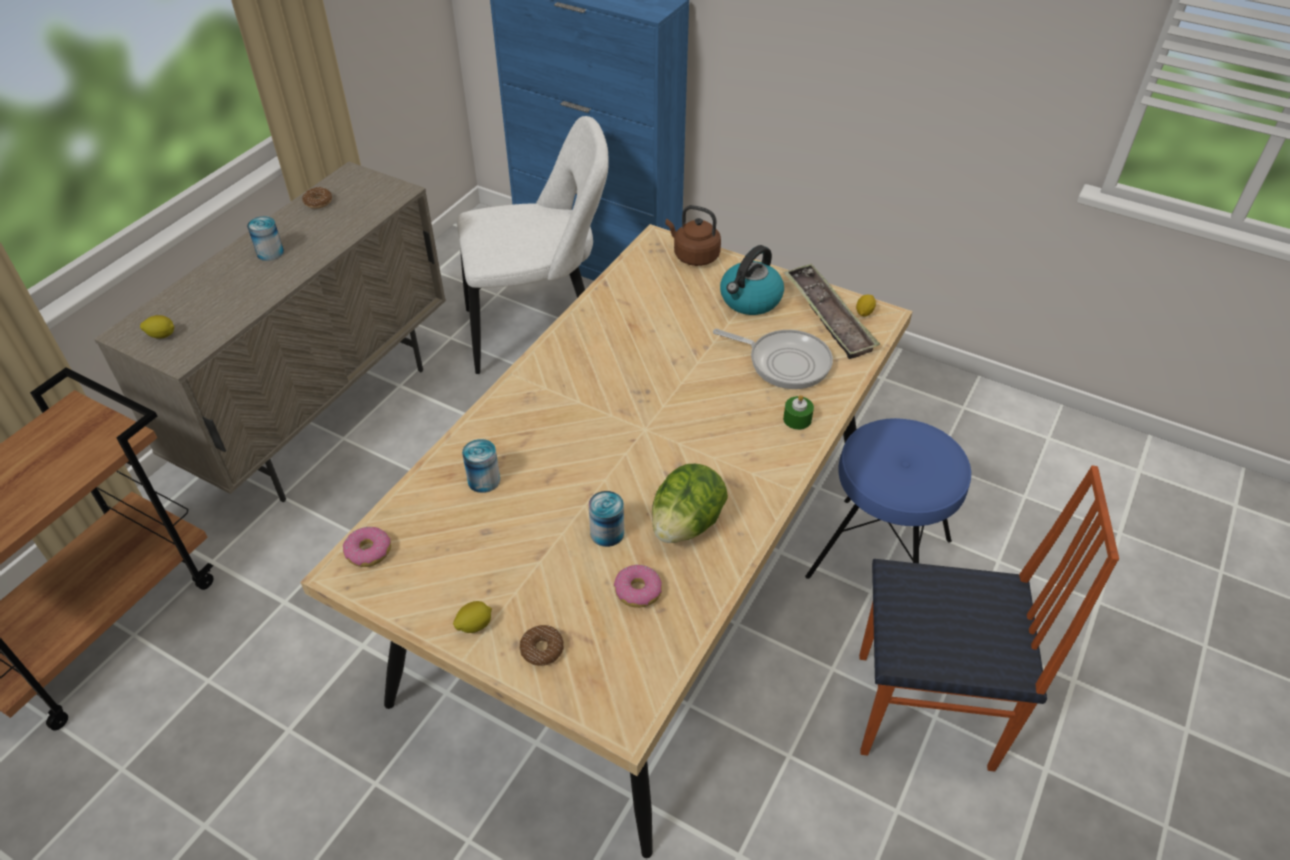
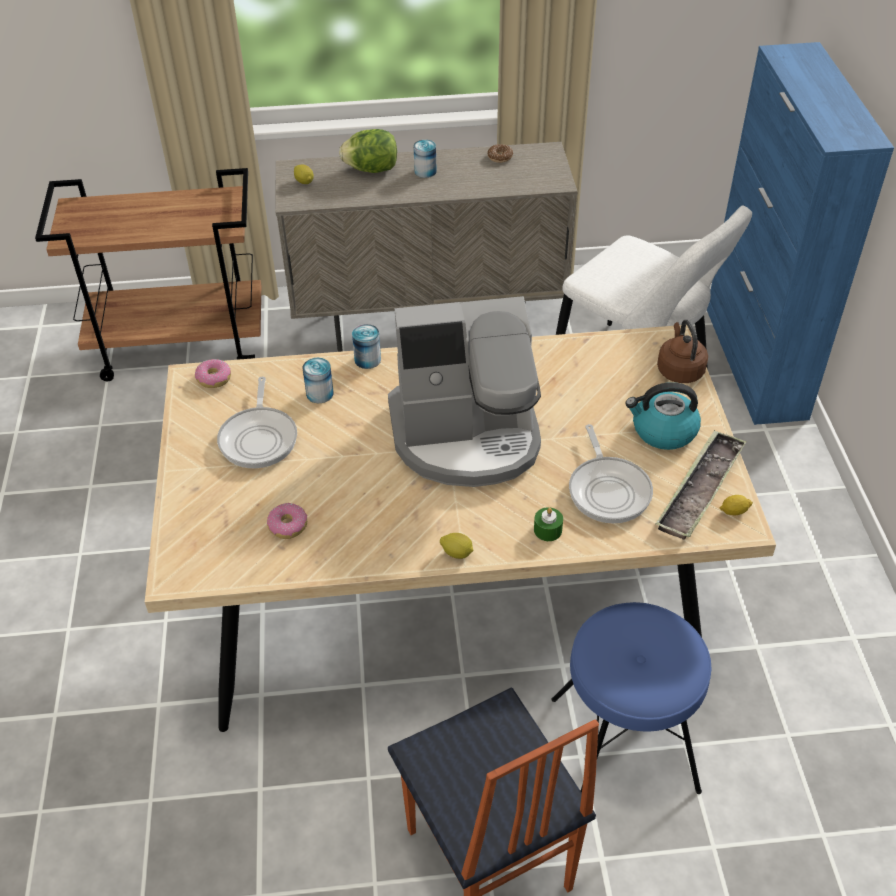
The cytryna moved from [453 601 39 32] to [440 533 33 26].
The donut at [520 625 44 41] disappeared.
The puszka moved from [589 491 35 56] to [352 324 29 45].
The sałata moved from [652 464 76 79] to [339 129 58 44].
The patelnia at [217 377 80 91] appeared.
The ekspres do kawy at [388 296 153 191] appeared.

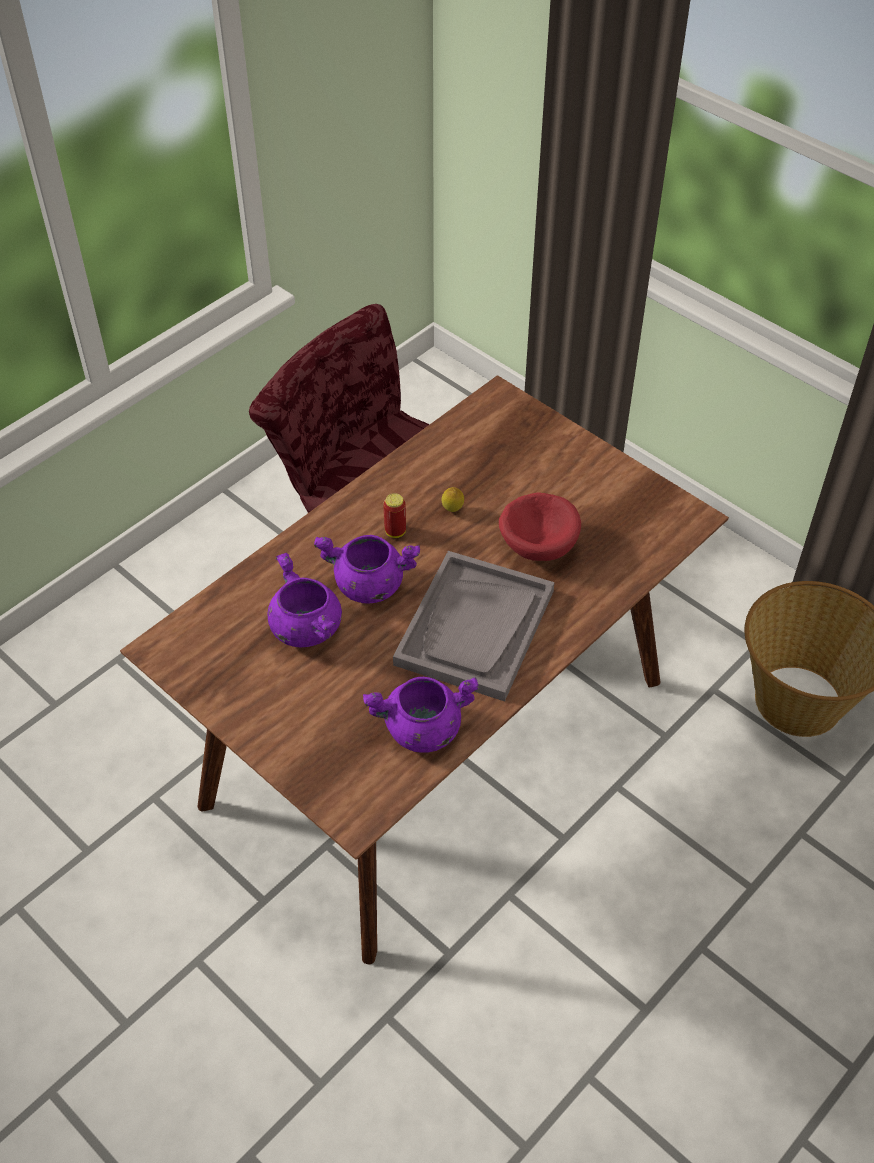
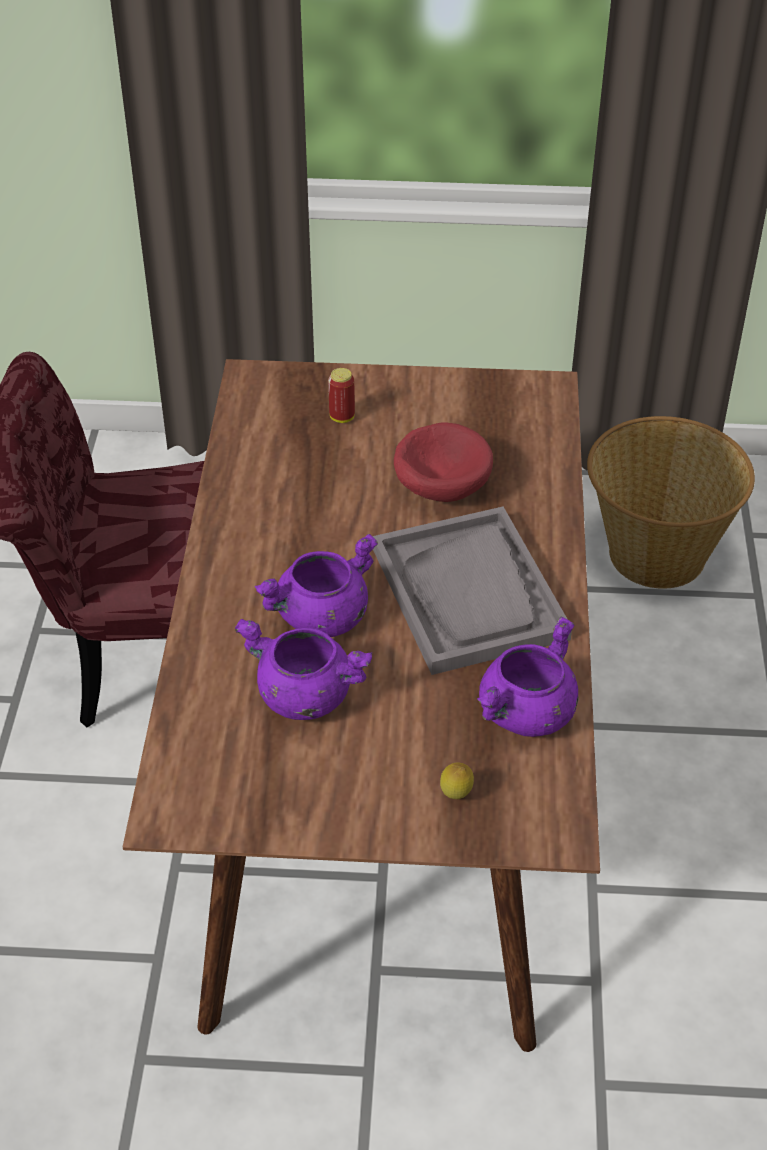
The puszka moved from [383 493 23 45] to [328 368 27 55].
The cytryna moved from [442 487 22 25] to [440 762 34 37].

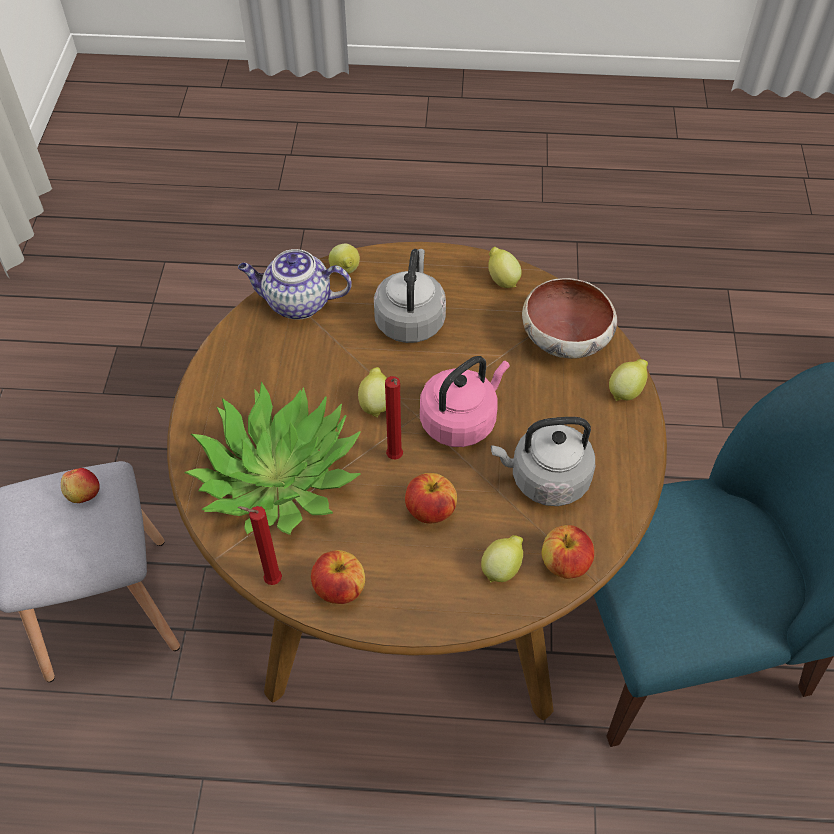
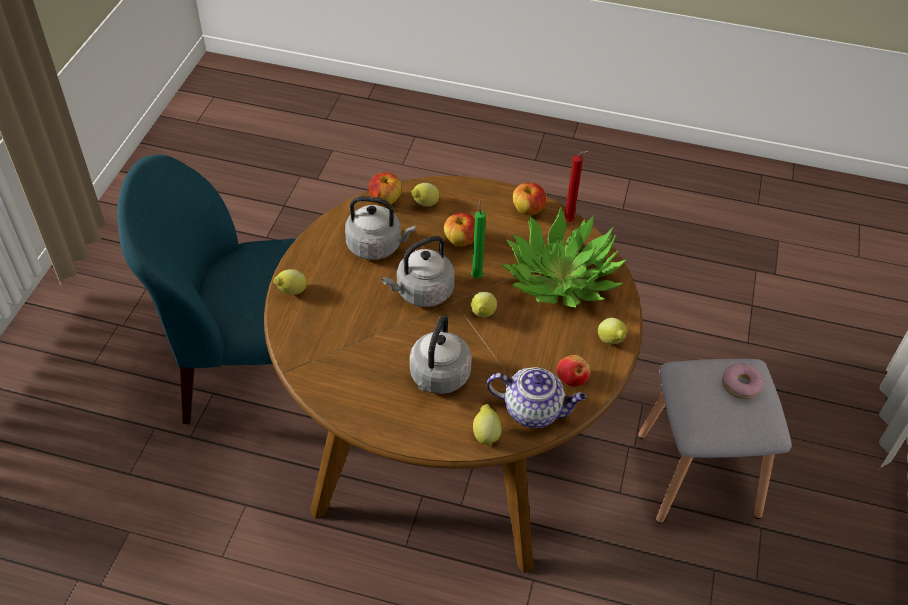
The jabłko moved from [61 468 39 35] to [557 355 33 32].
The świeca (czerwony) at [385 376 18 83] became the świeca (zielony) at [471 199 15 79].
The czajnik (różowy) at [420 356 90 91] became the czajnik (szary) at [382 236 73 71].
The cytryna moved from [488 247 34 41] to [598 318 29 26].
The miska at [522 278 95 81] disappeared.
The donut at [722 364 42 35] appeared.

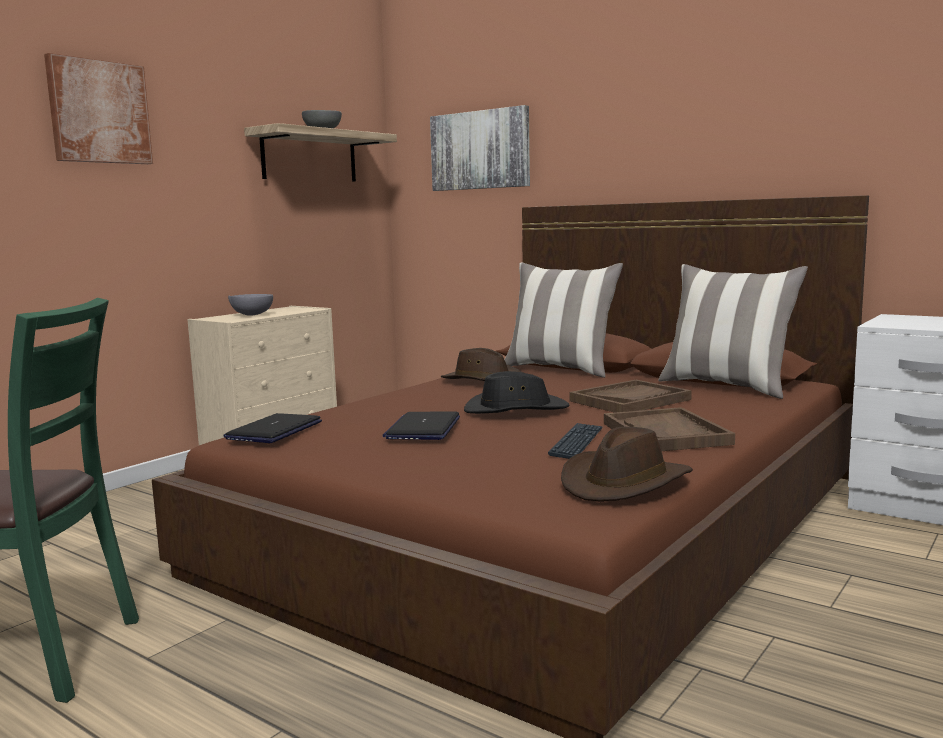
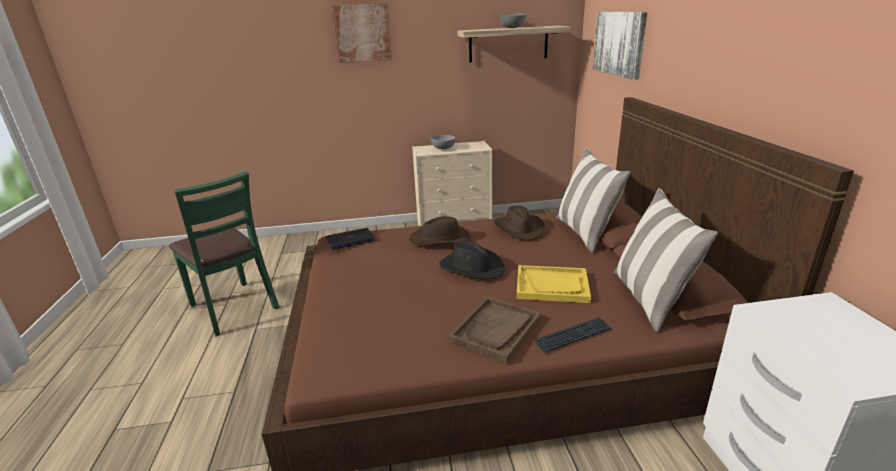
The laptop at [383 411 77 29] disappeared.
The klawiatura moved from [548 423 55 36] to [534 317 78 36].
The kapelusz (brązowy) moved from [561 427 132 74] to [409 216 61 29].
The taca (brązowy) at [569 380 123 33] became the taca (żółty) at [516 265 75 38].

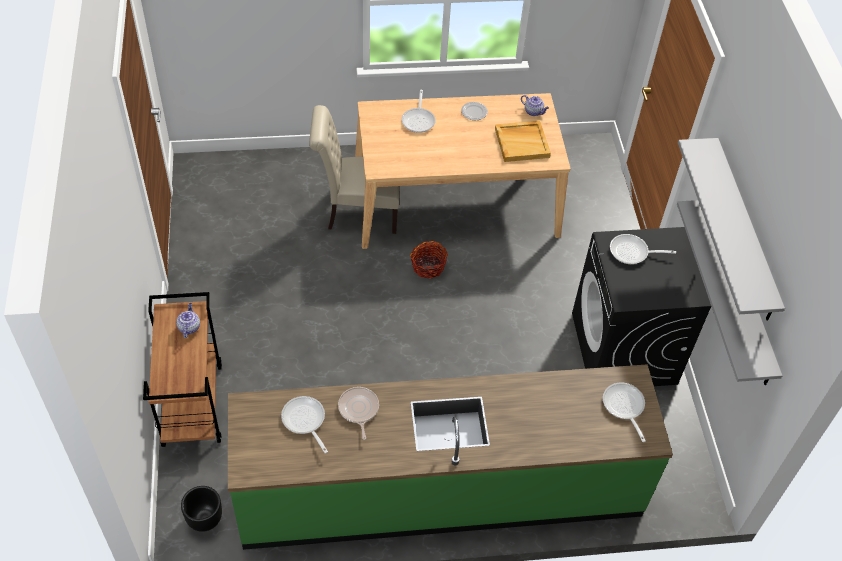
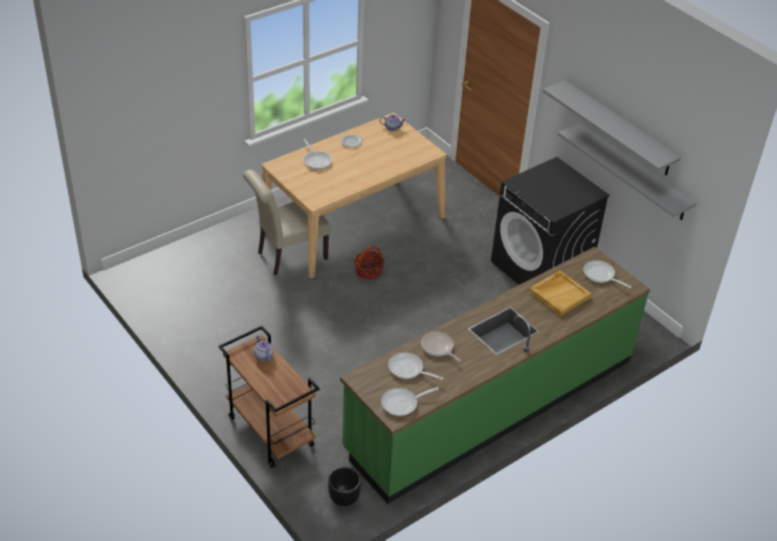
The taca (beżowy) moved from [495 121 56 41] to [529 270 63 46].
The patelnia moved from [610 234 66 30] to [381 387 58 29].

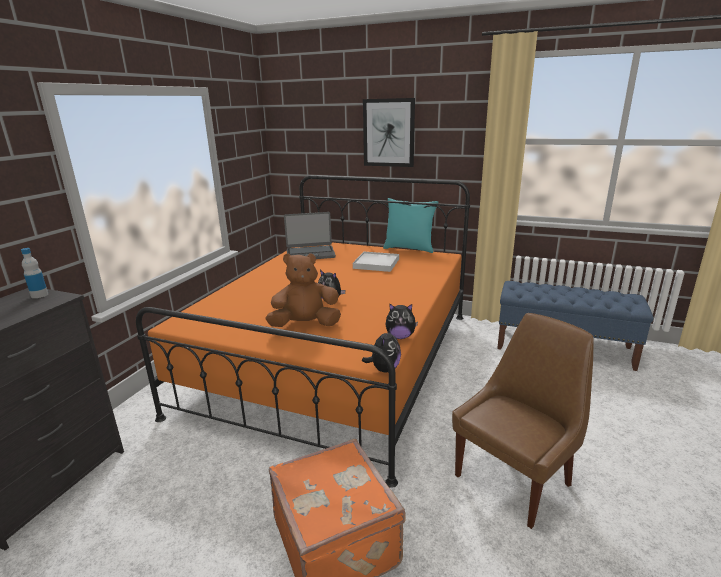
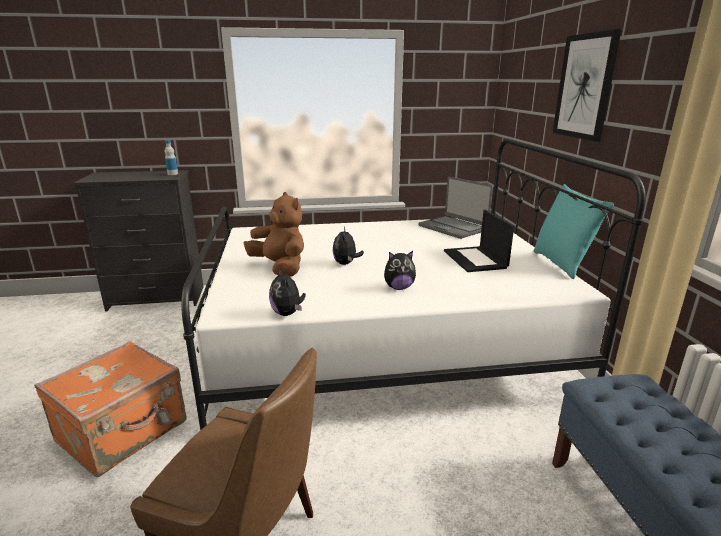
The łóżko (pomarańczowy) at [136 175 334 313] became the łóżko (biały) at [181 139 465 291].
The taca (biały) at [353 252 46 20] was replaced by the laptop at [444 210 70 62].
The pluszak moved from [362 326 39 47] to [384 251 32 39].

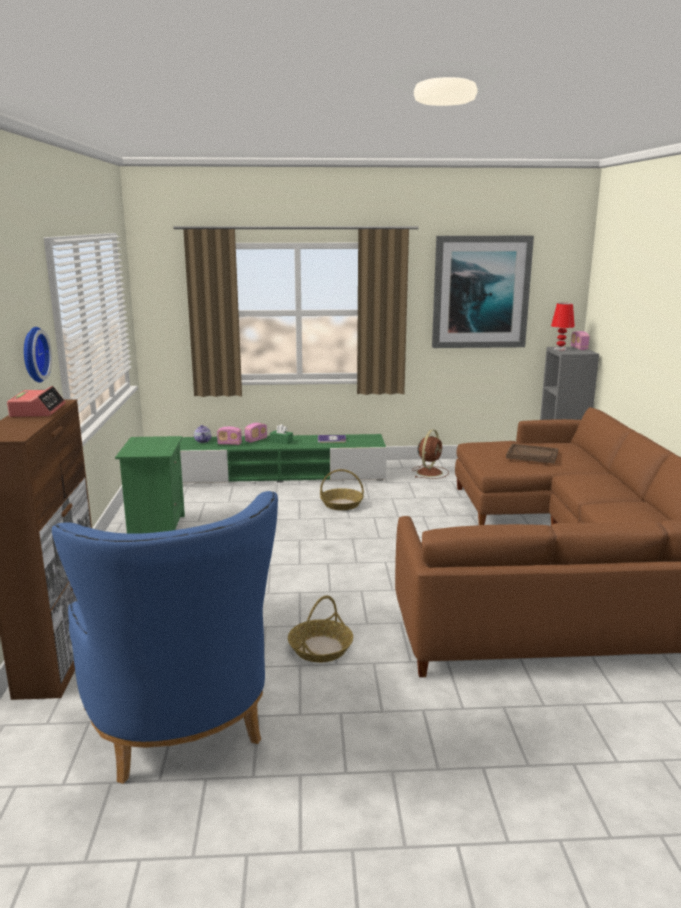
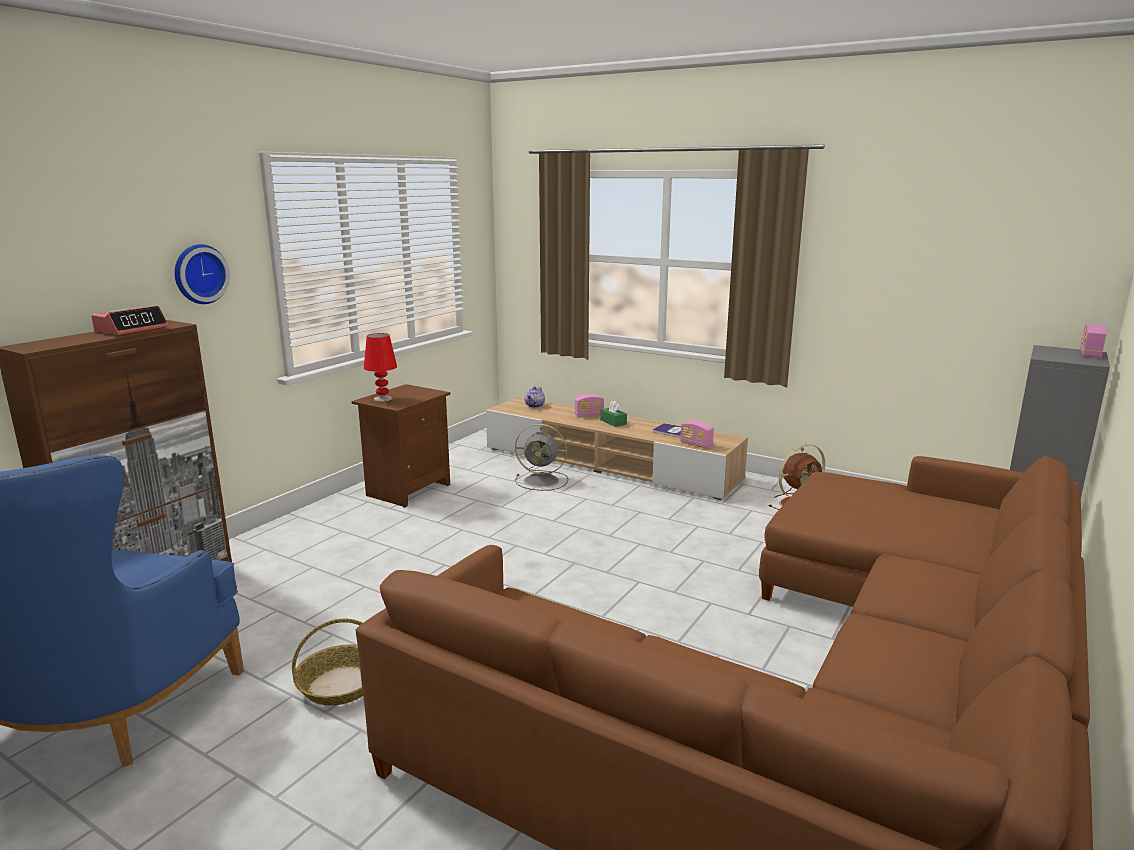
The szafka nocna (zielony) at [115 436 70 98] became the szafka nocna (brązowy) at [352 384 98 124].
The szafka pod telewizor (zielony) at [180 434 206 49] became the szafka pod telewizor (beżowy) at [486 397 262 103].
The radio moved from [217 427 25 18] to [680 420 34 29].
The koszyk at [320 469 44 41] disappeared.
The obraz at [432 236 102 112] disappeared.
The taca (brązowy) at [506 444 52 20] disappeared.
The lampa stołowa (czerwony) moved from [551 303 24 47] to [364 333 33 69].
The wentylator (szary) at [515 424 53 67] appeared.

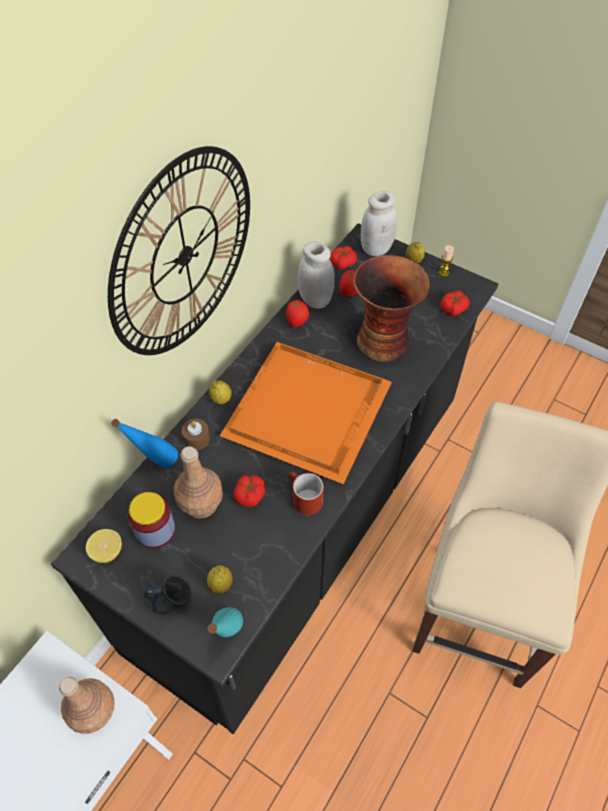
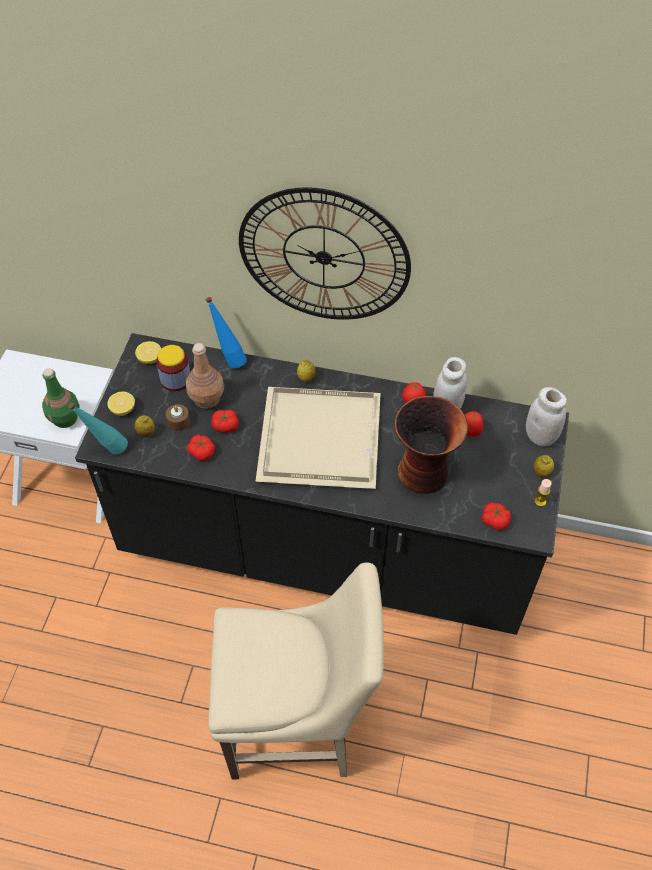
The butelka (brązowy) at [59 677 56 57] became the butelka (zielony) at [42 368 37 60].
The kubek (niebieski) at [144 575 48 40] was replaced by the cytryna at [107 392 28 24].
The świeca (brązowy) moved from [182 419 28 31] to [166 404 24 27].
The taca (pomarańczowy) at [220 342 172 142] became the taca (beżowy) at [255 387 126 102].
The kubek (czerwony) at [289 472 35 43] disappeared.
The pomidor moved from [330 246 27 23] to [187 434 28 27].

